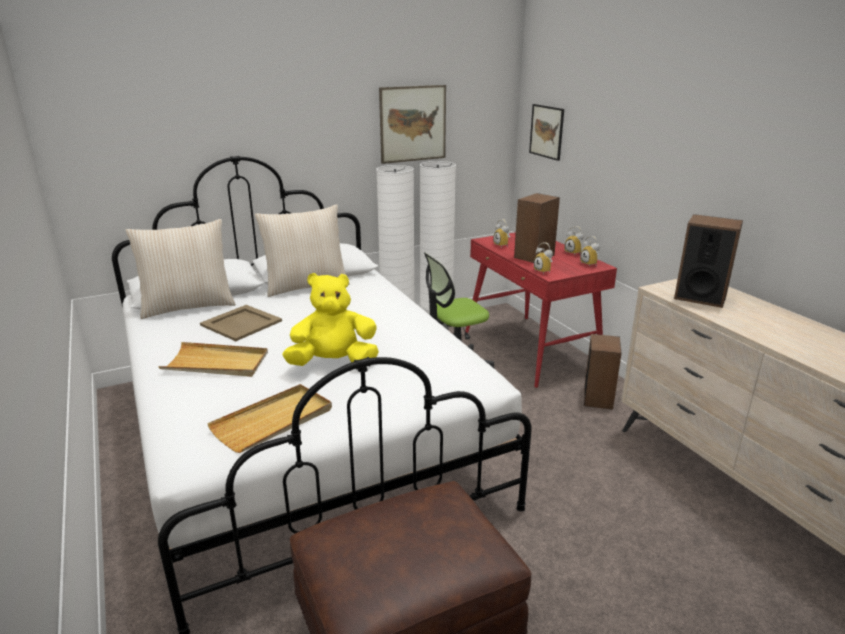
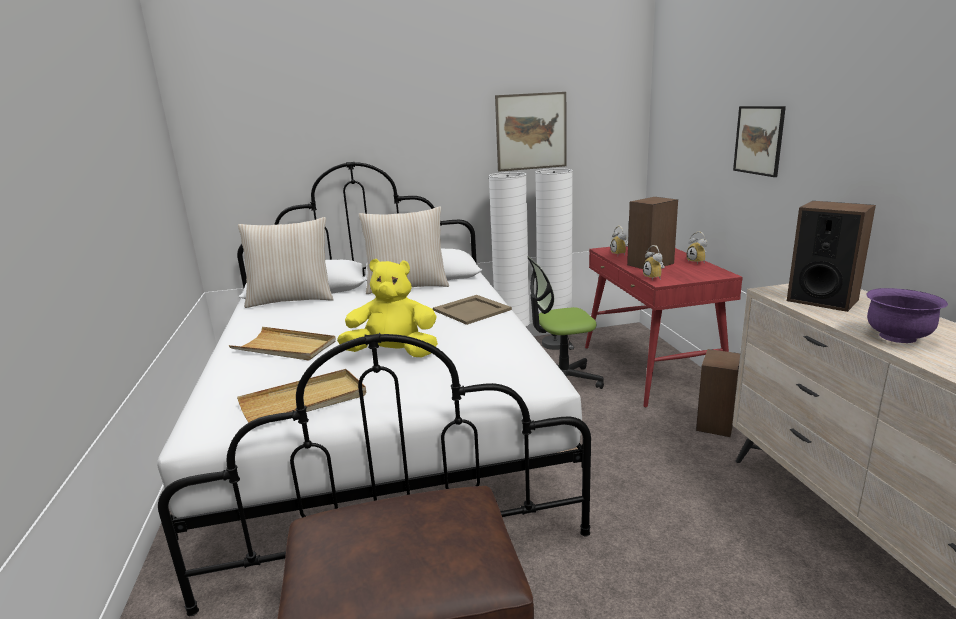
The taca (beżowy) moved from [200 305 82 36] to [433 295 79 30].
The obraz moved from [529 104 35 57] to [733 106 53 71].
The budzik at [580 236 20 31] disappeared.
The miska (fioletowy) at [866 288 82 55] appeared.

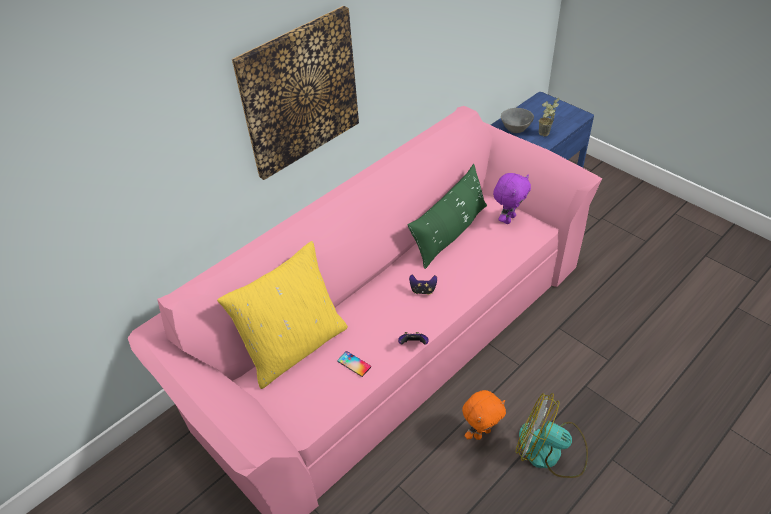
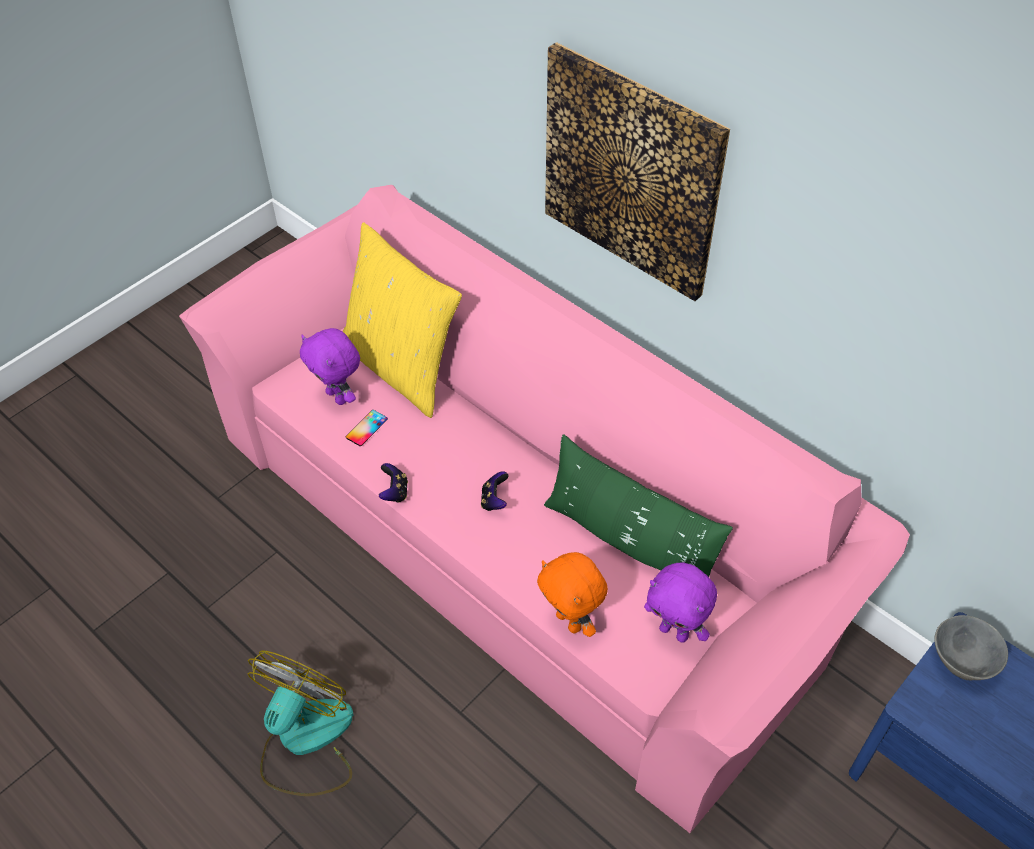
The pluszak (pomarańczowy) moved from [462 390 44 50] to [537 552 71 85].
The roślina doniczkowa at [539 98 20 38] disappeared.
The pluszak (fioletowy) at [300 328 60 77] appeared.

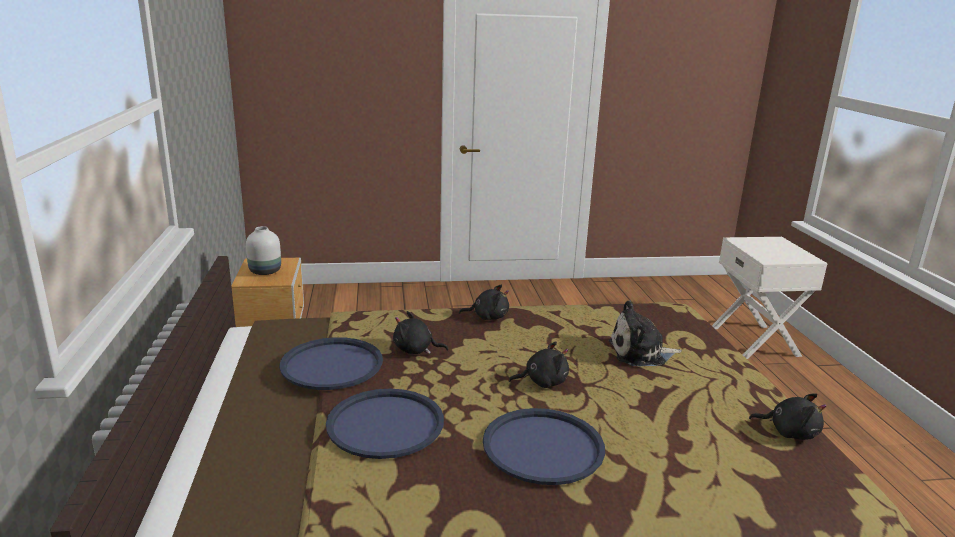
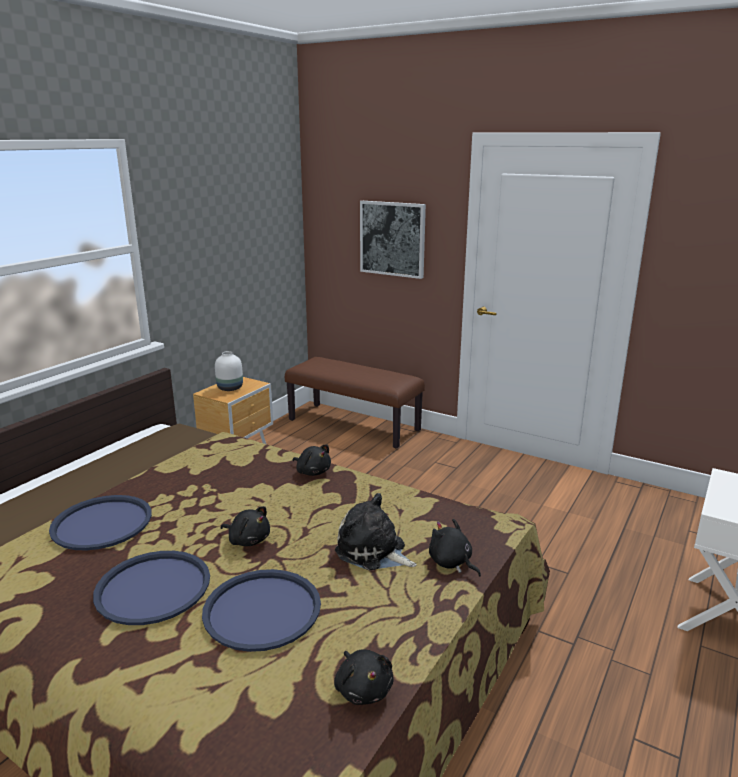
The taca (niebieski) moved from [279 337 104 53] to [202 569 119 83].
The pluszak (czarny) moved from [393 311 55 43] to [429 519 52 58].
The ławka (brązowy) at [285 357 140 92] appeared.
The obraz at [360 201 66 78] appeared.

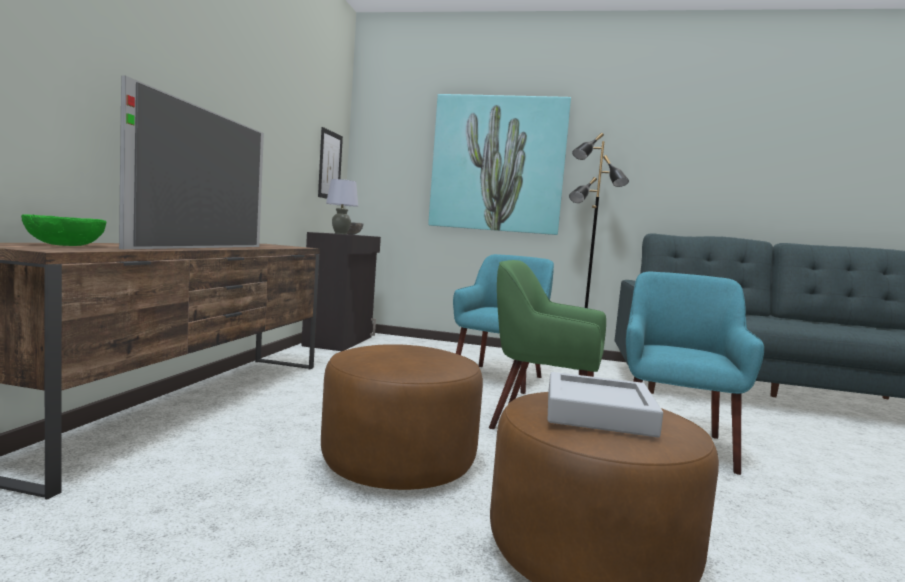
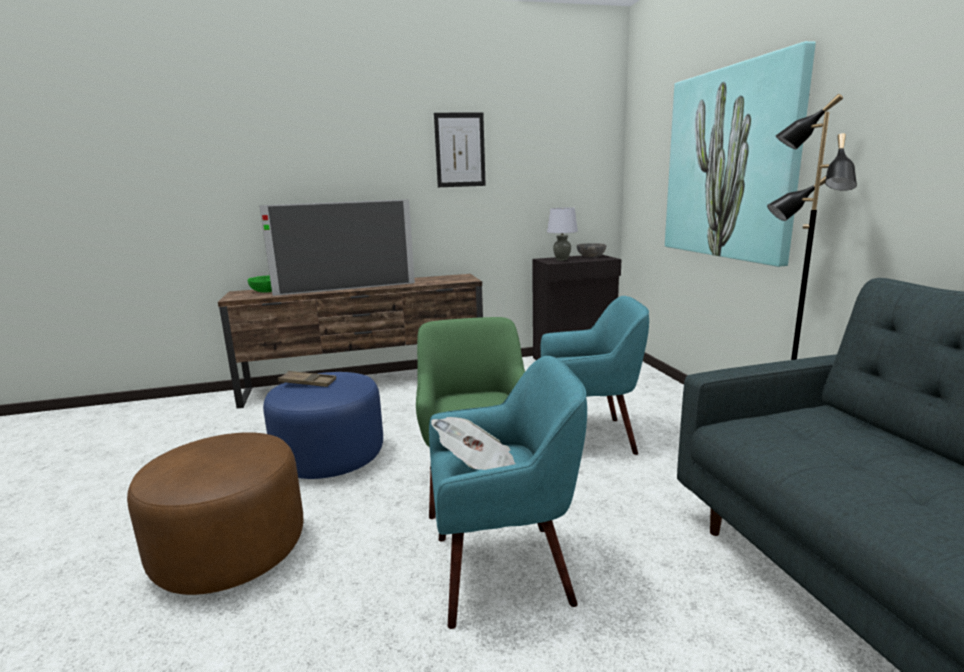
The obraz moved from [318 127 25 72] to [434 113 52 74].
The pufa (brązowy) at [321 344 162 146] became the pufa (niebieski) at [263 372 120 107].
The taca (szary) at [548 372 115 65] disappeared.
The taca (brązowy) at [278 371 58 16] appeared.
The gazeta at [431 417 84 53] appeared.

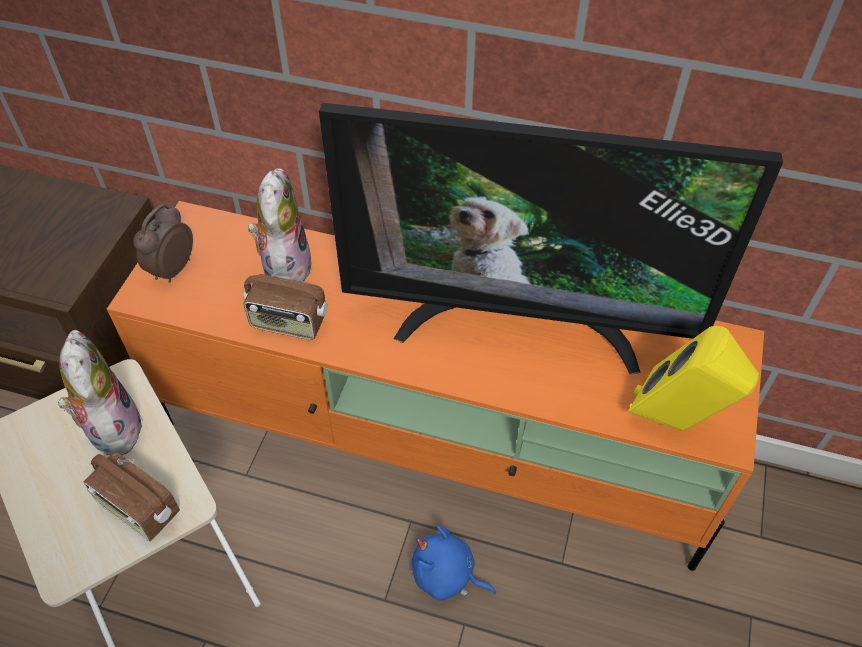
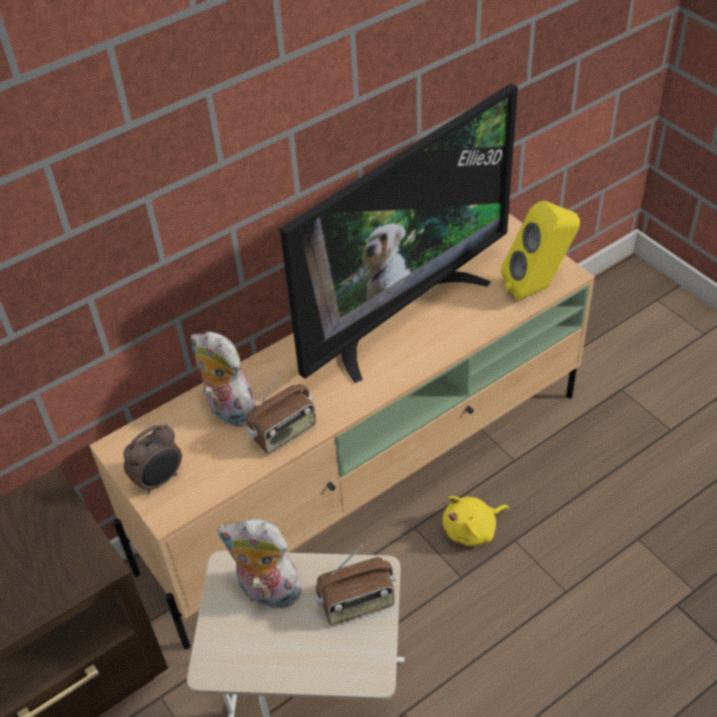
The szafka pod telewizor (pomarańczowy) at [107 201 657 370] became the szafka pod telewizor (beżowy) at [89 214 506 436].
The budzik at [133 203 60 80] turned 105 degrees counterclockwise.
The pluszak (niebieski) at [412 526 84 75] became the pluszak (żółty) at [442 496 67 50].

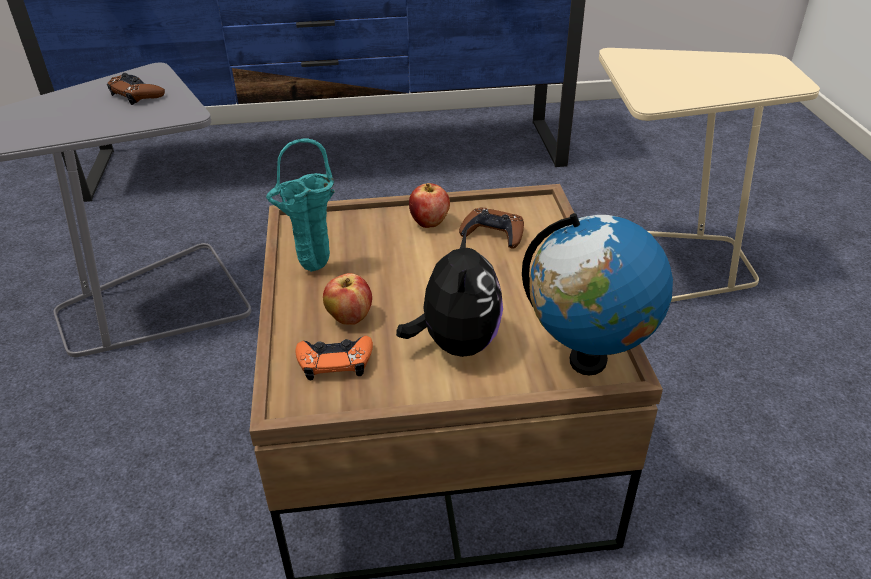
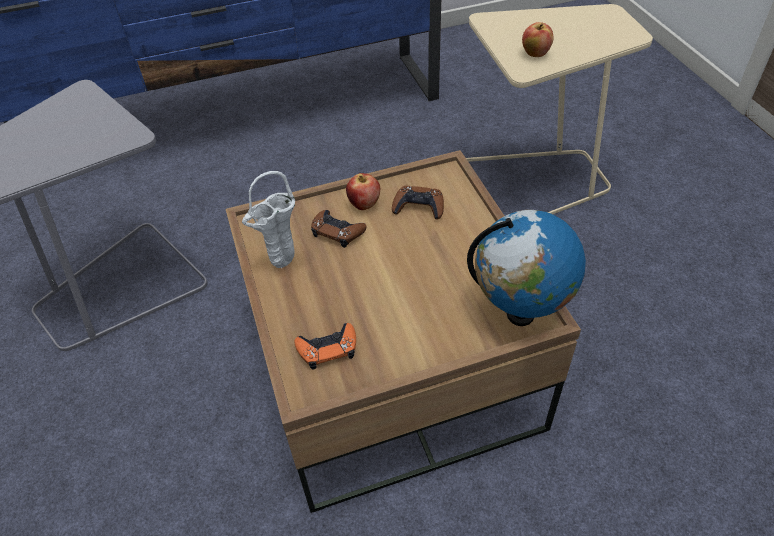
The pad do gier (brązowy) moved from [107 73 58 32] to [311 210 55 38].
The wazon (turkusowy) at [266 138 69 134] became the wazon (biały) at [242 171 53 97].
The jabłko moved from [323 273 49 52] to [522 22 31 35].
The pluszak at [396 227 107 130] disappeared.

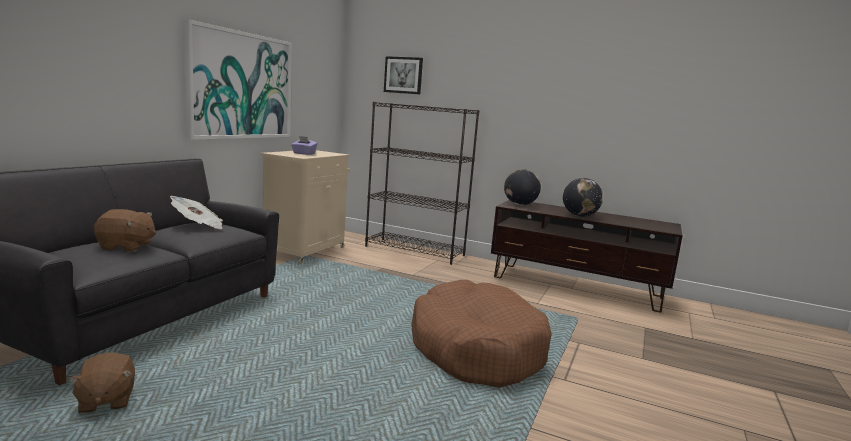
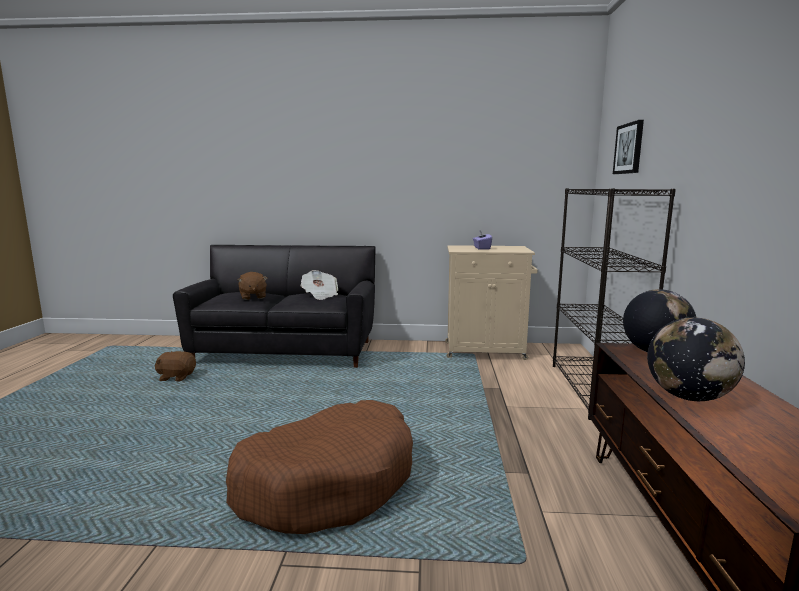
The pluszak (brązowy) at [68 352 67 61] turned 45 degrees clockwise.
The obraz at [183 19 109 121] disappeared.

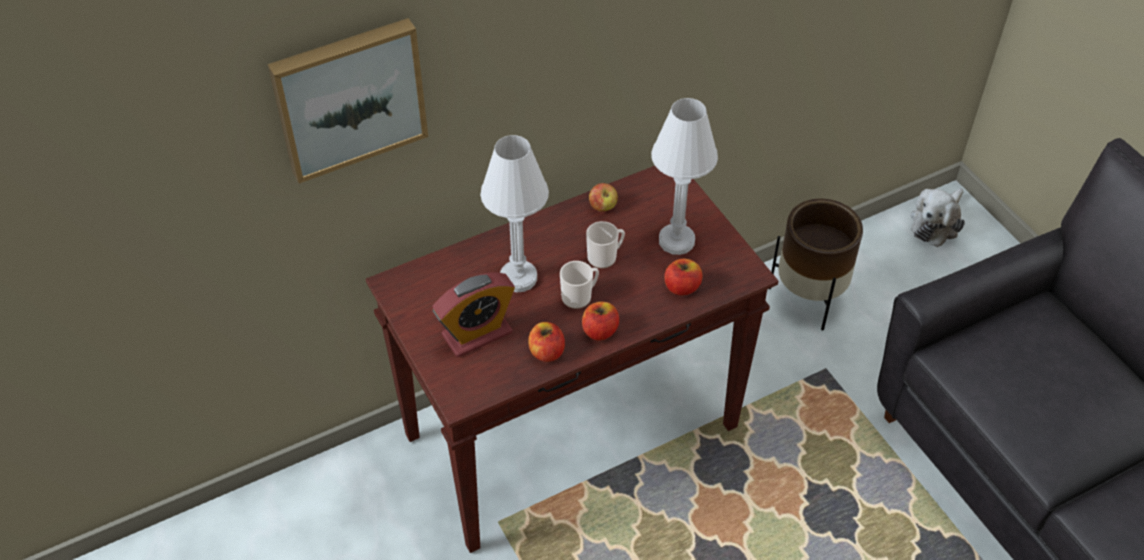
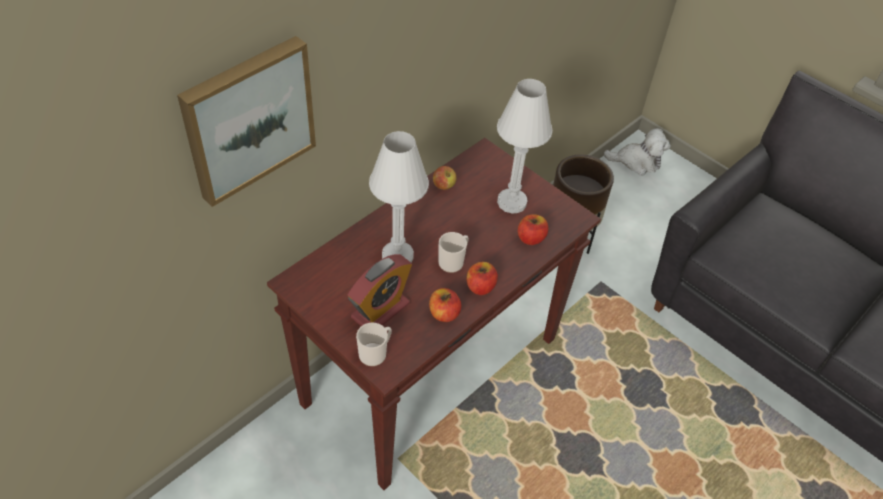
The kubek moved from [586 221 39 47] to [356 323 36 43].
The pluszak at [911 188 54 59] turned 105 degrees counterclockwise.

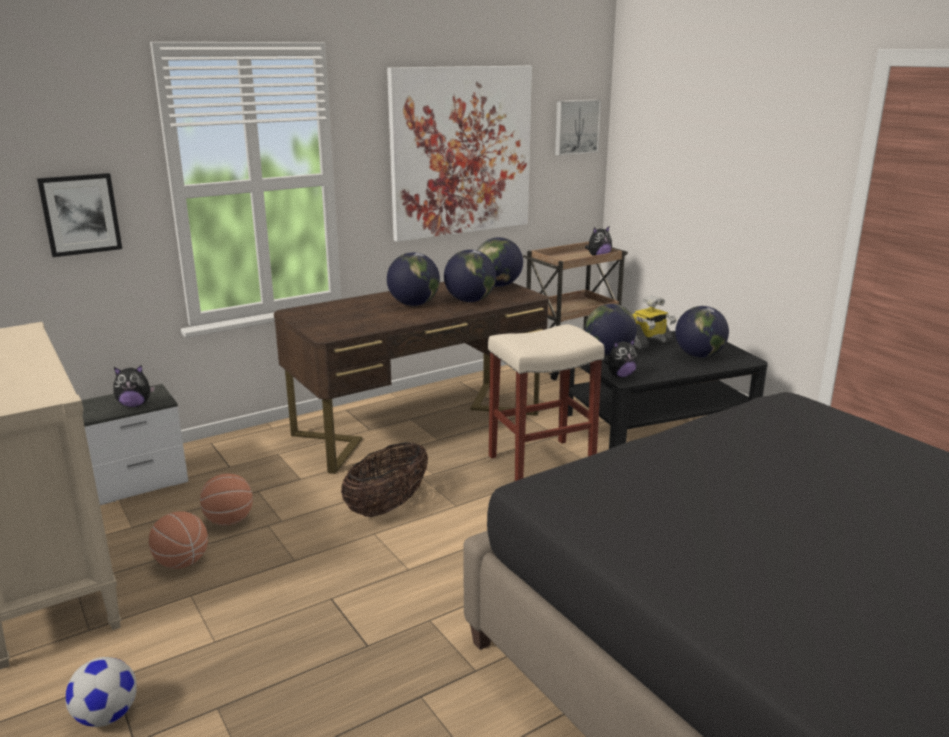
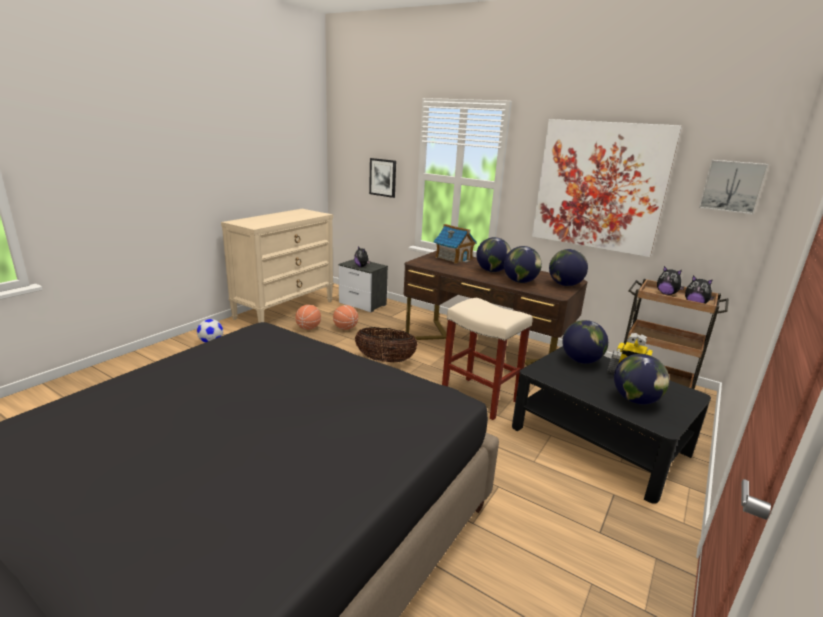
The pluszak moved from [604 338 34 40] to [657 266 27 29].
The domek at [434 224 43 40] appeared.

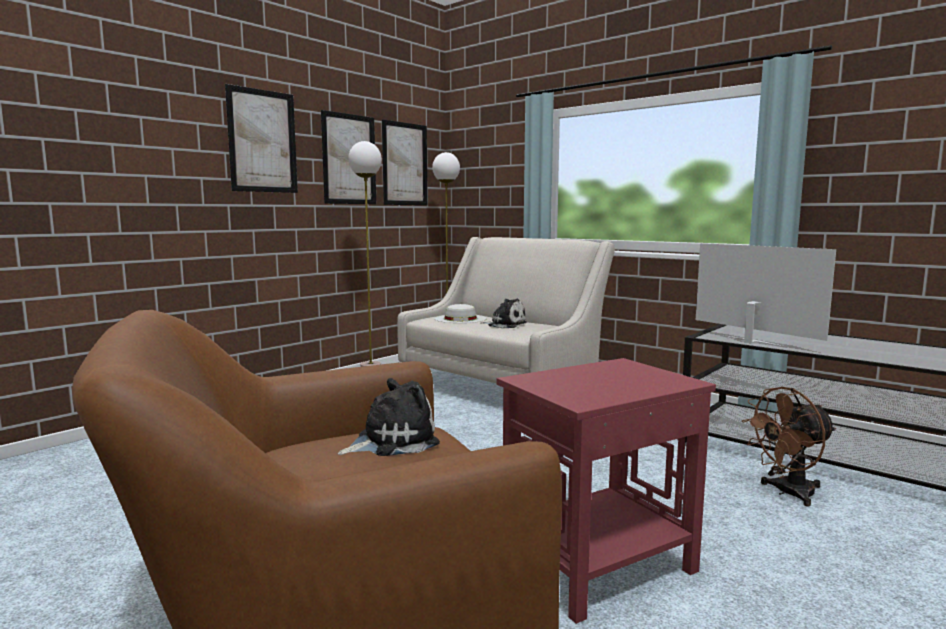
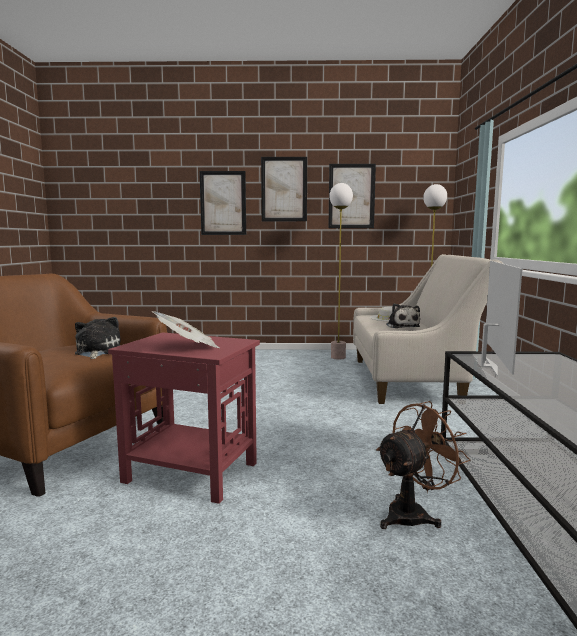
The pluszak at [338 378 102 78] turned 120 degrees counterclockwise.
The obraz moved from [382 119 46 86] to [199 171 47 64].
The wentylator (brązowy) at [742 387 94 119] turned 120 degrees clockwise.
The gazeta at [152 311 67 37] appeared.

